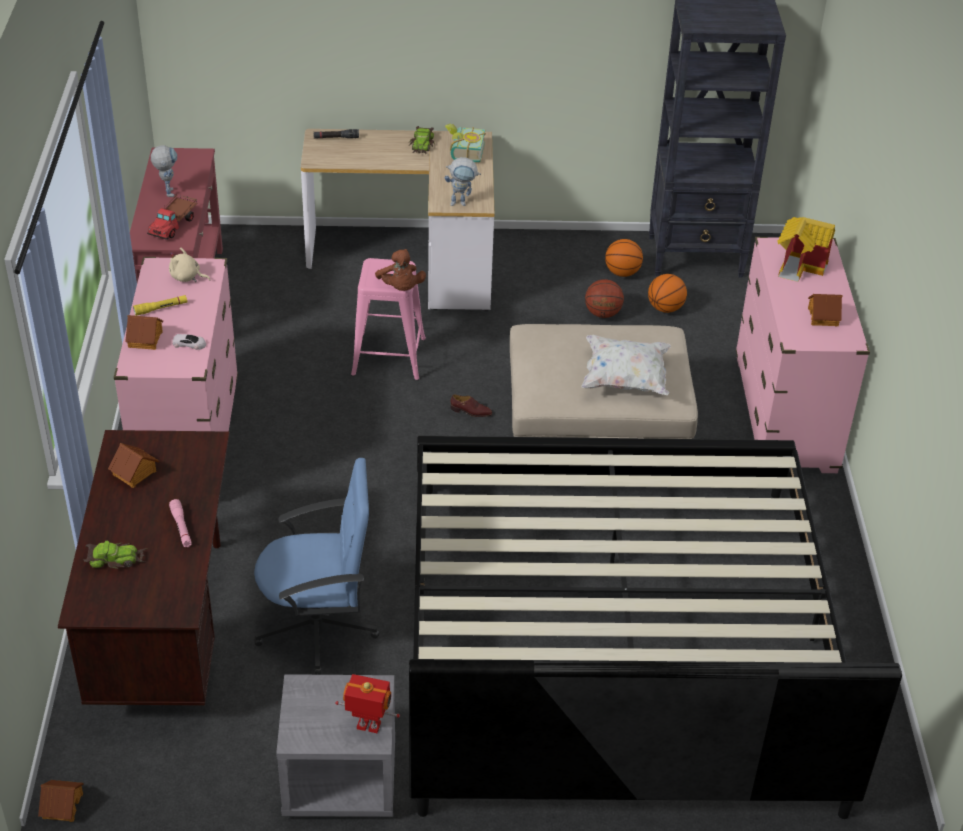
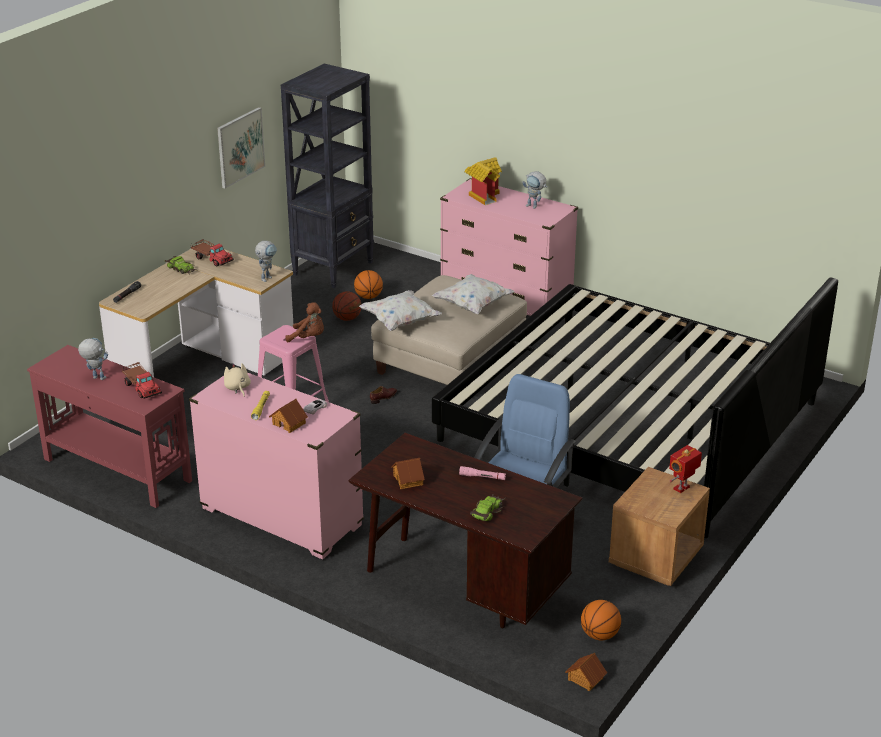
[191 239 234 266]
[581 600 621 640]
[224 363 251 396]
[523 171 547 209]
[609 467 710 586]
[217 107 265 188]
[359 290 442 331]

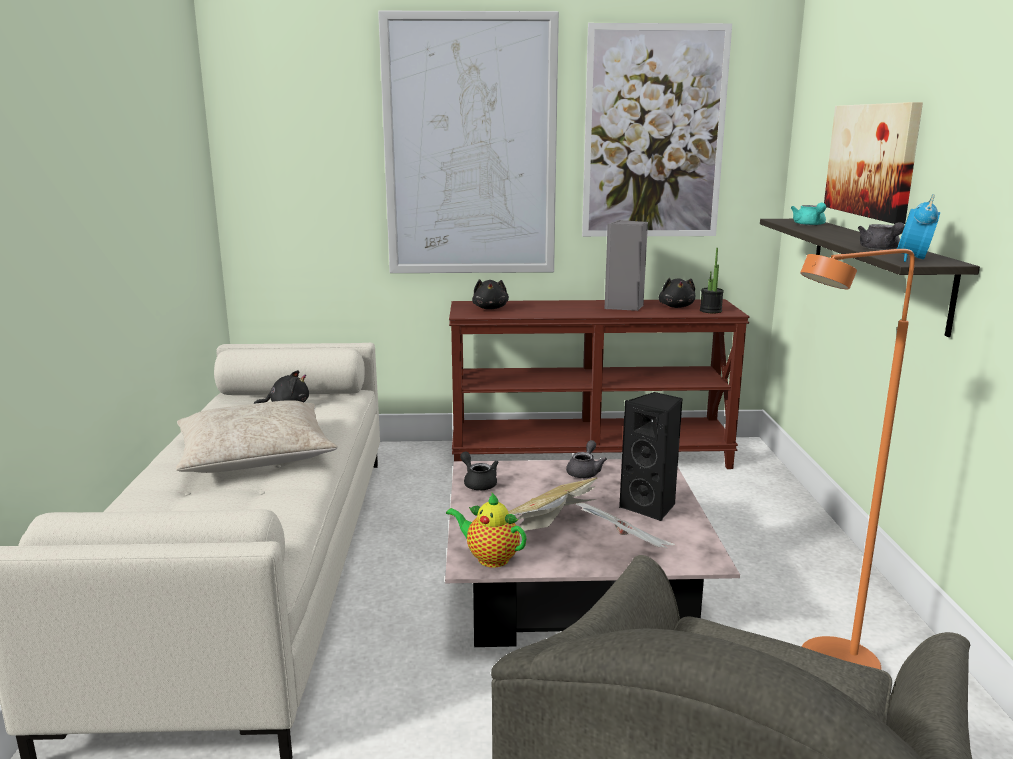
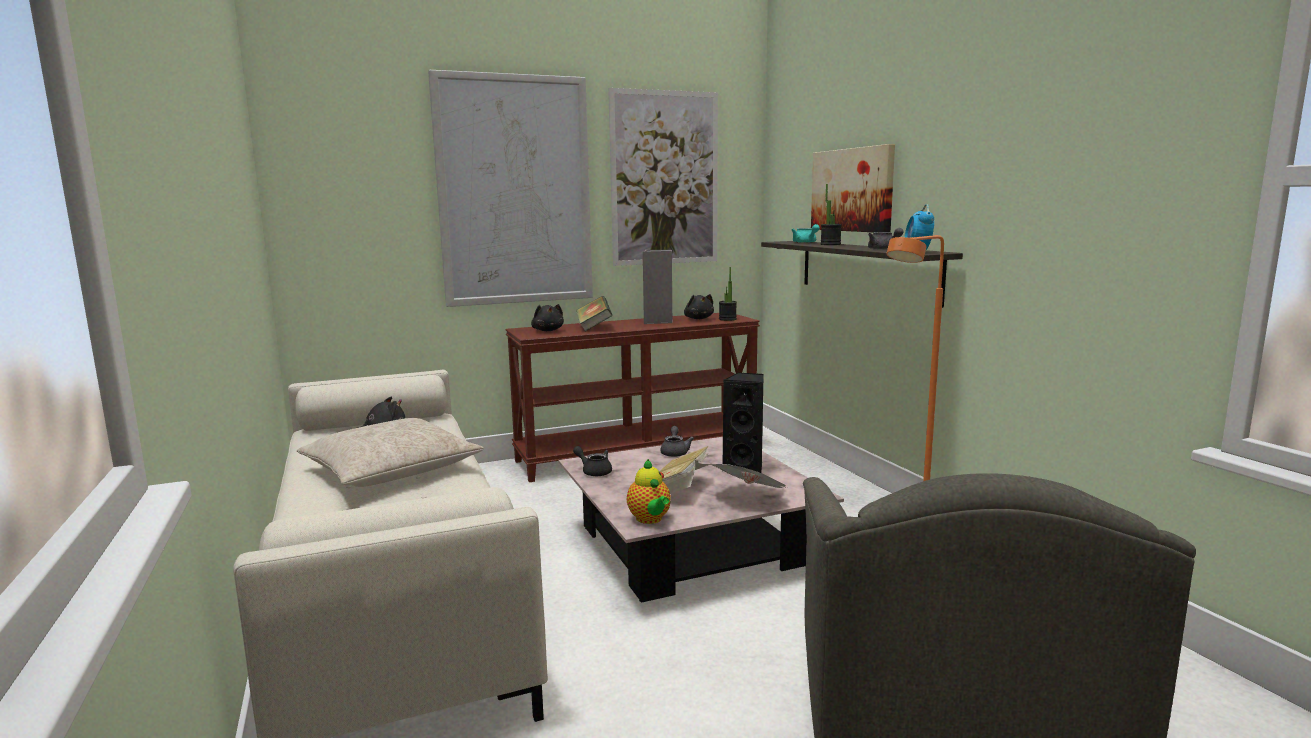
[627 459 671 524]
[820 184 842 245]
[576 296 612 331]

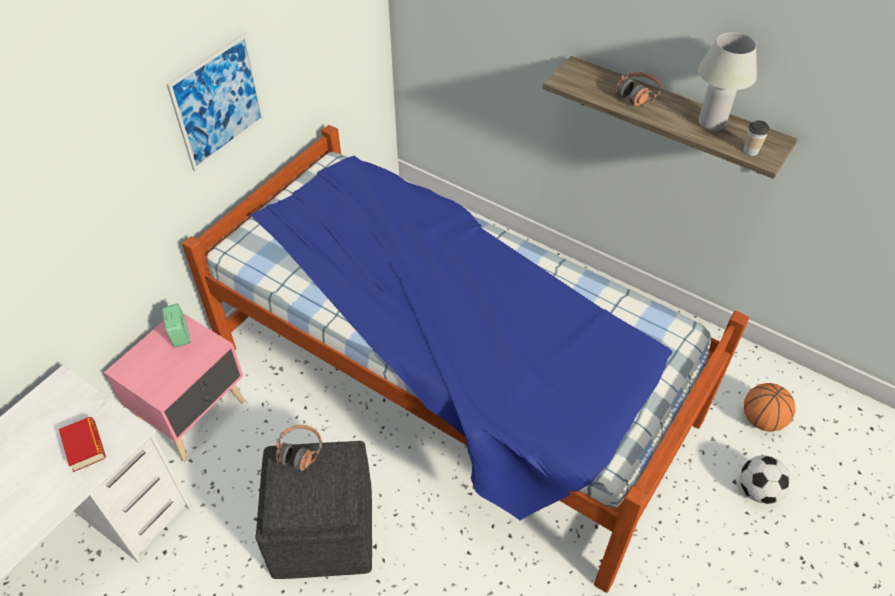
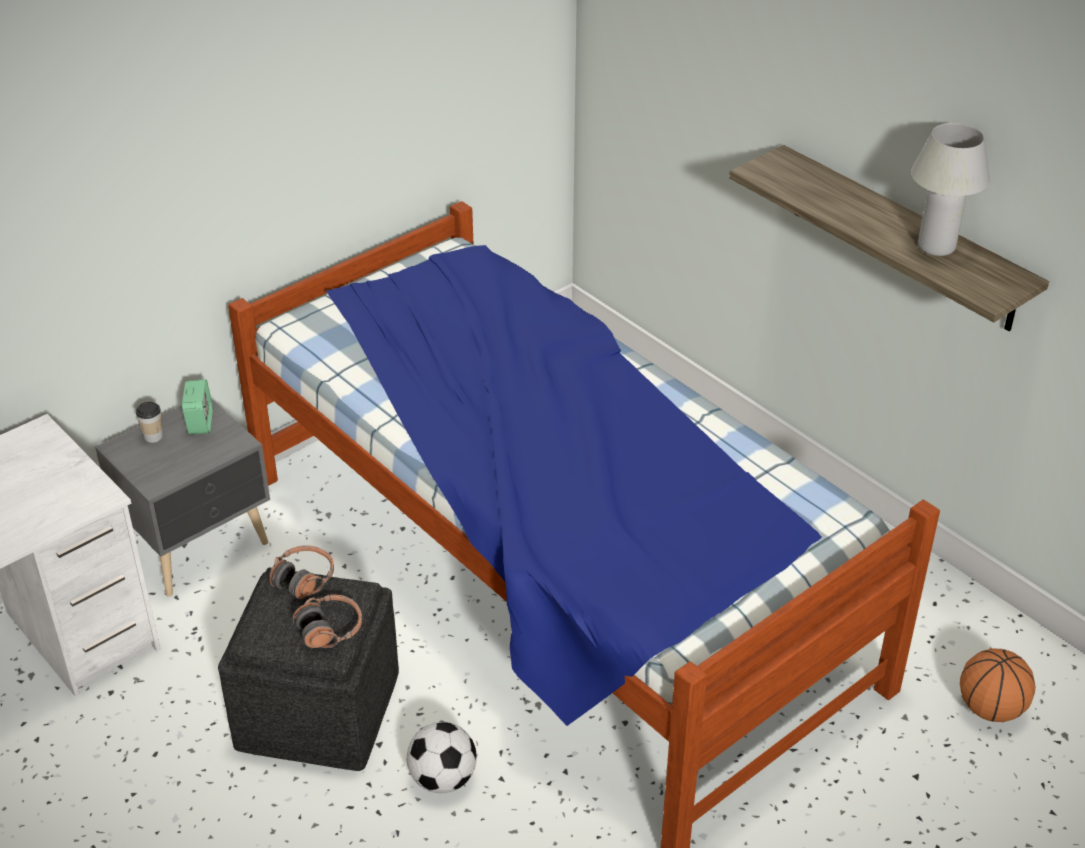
[166 33 264 171] (first image)
[293 595 362 648]
[136 401 163 443]
[95 399 270 597]
[59 417 106 472] (first image)
[407 722 477 793]

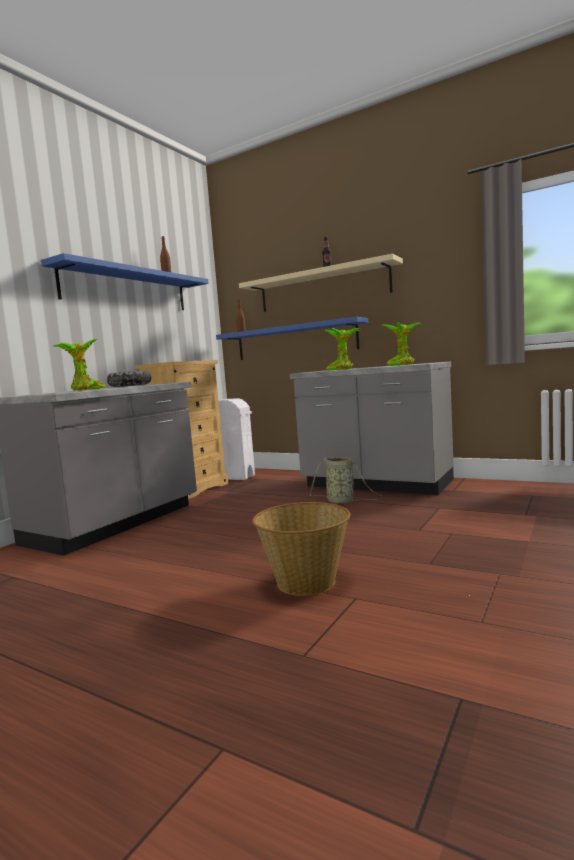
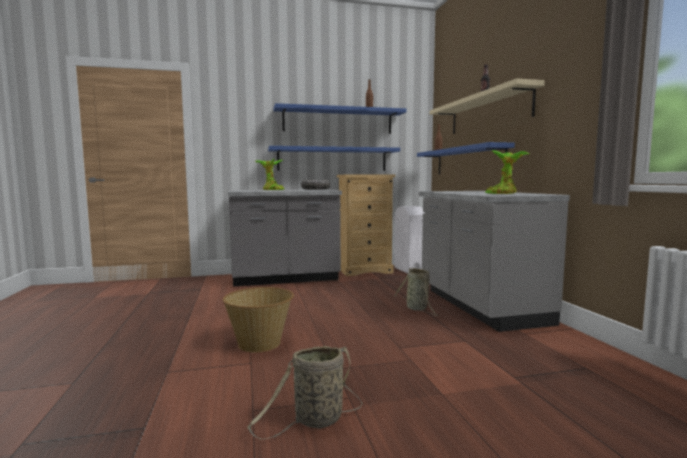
[324 328 360 370] (first image)
[268 146 400 171]
[247 346 363 439]

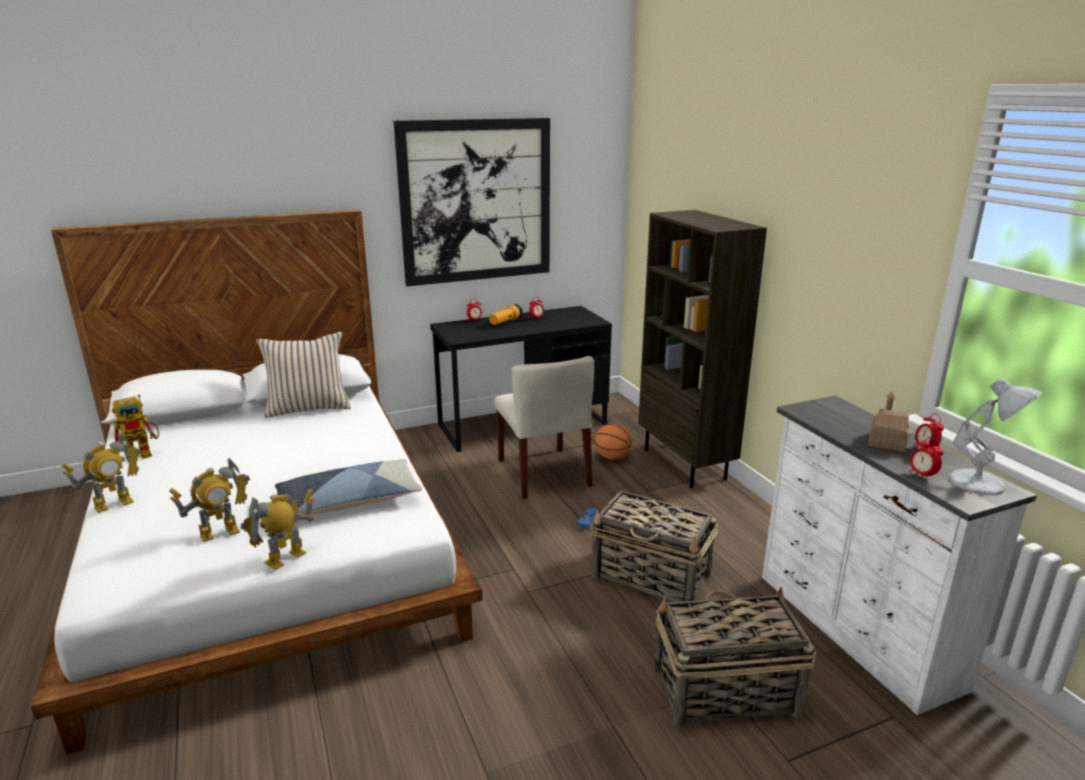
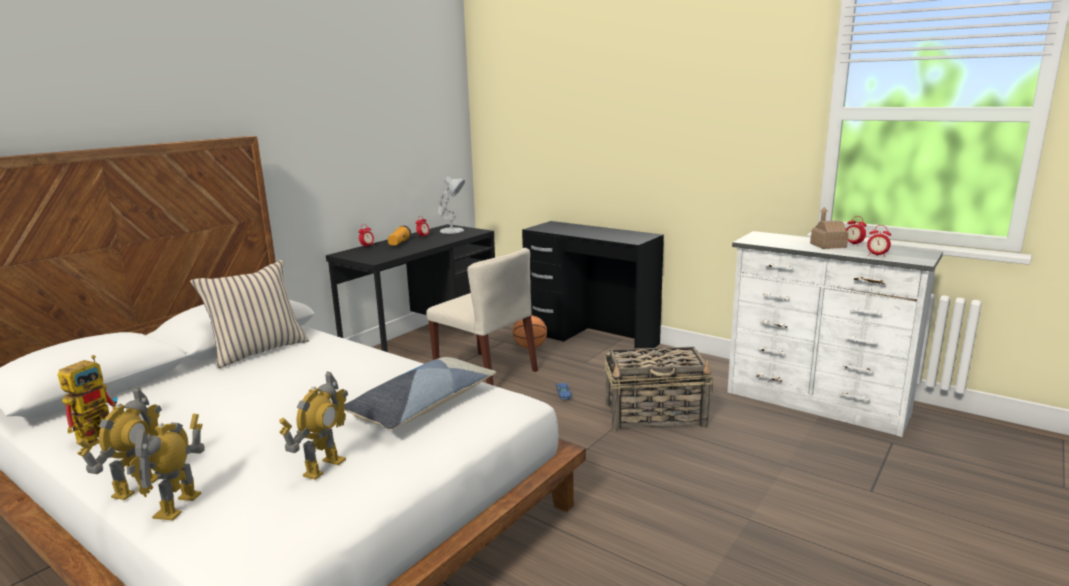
[394 118 550 286] (first image)
[522 221 664 348]
[437 177 465 234]
[127 414 205 520]
[653 587 816 728] (first image)

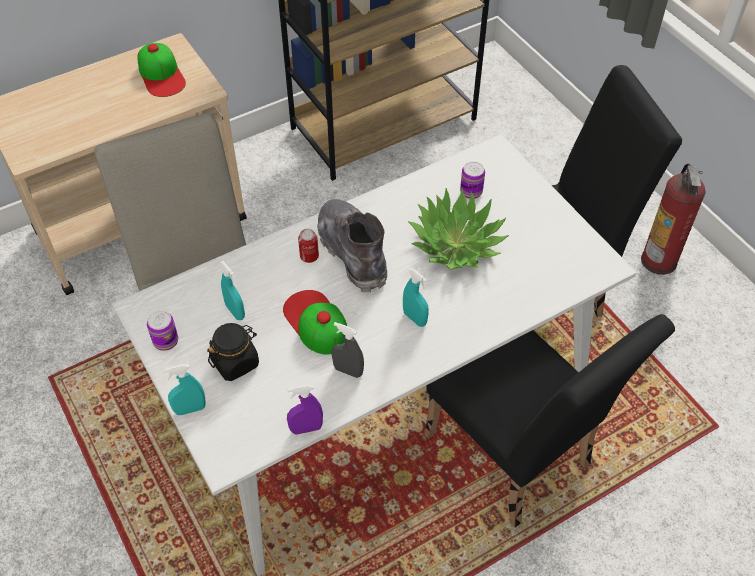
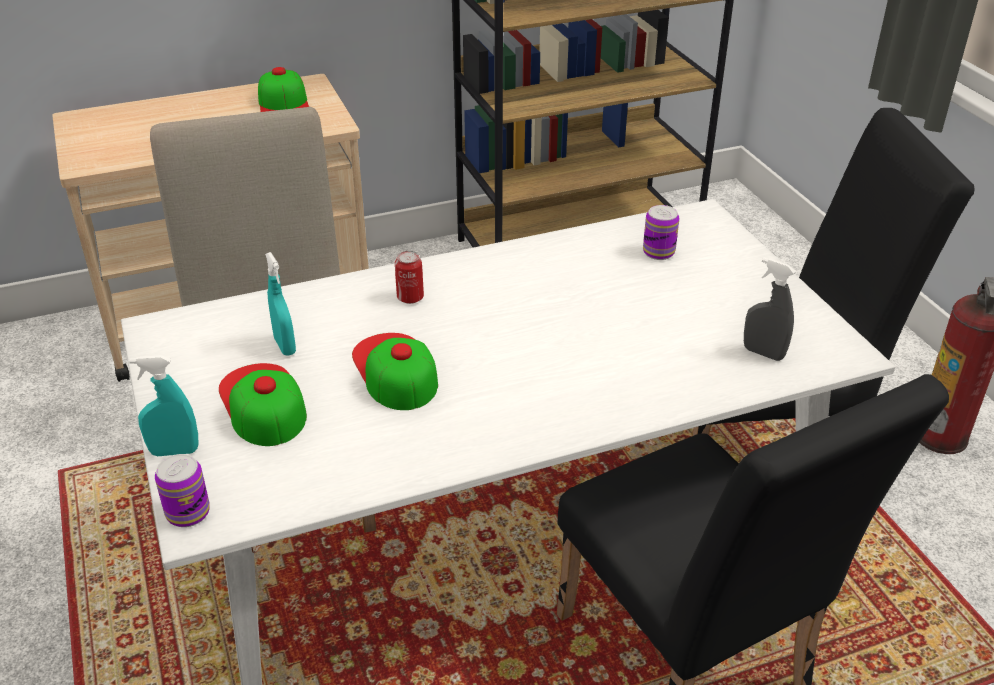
[408 187 509 270] (first image)
[317 199 387 292] (first image)
[403 268 429 327] (first image)
[155 454 210 527]
[744 257 796 361]
[219 363 307 446]
[287 385 323 434] (first image)

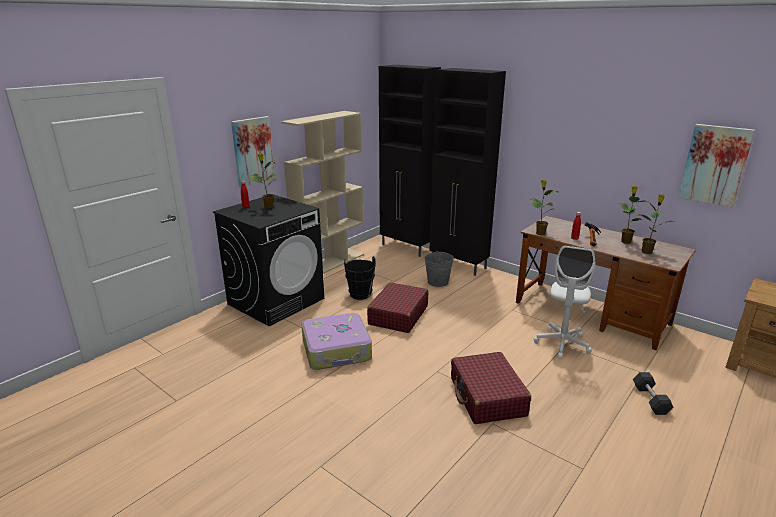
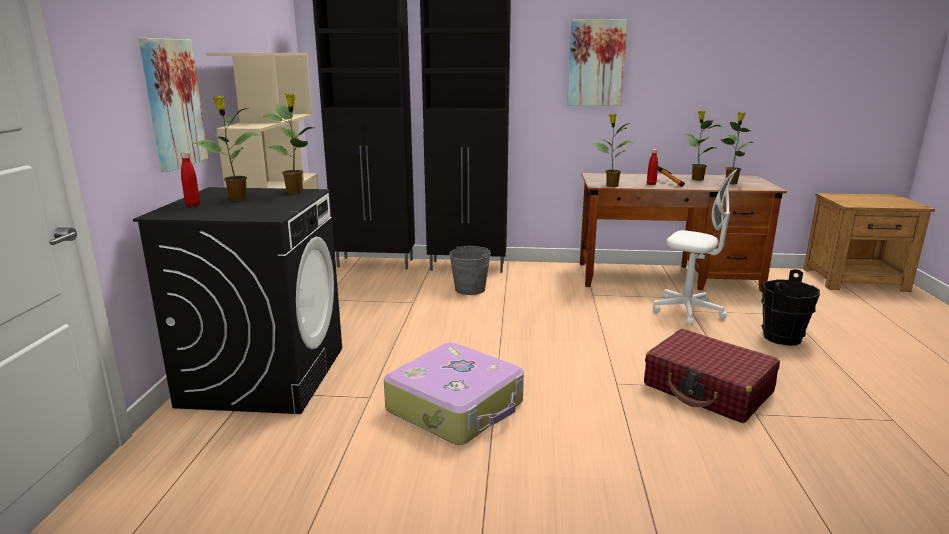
[567 19 628 106]
[653 169 737 326]
[761 269 820 346]
[367 282 428 333] (first image)
[633 372 674 415] (first image)
[260 93 314 194]

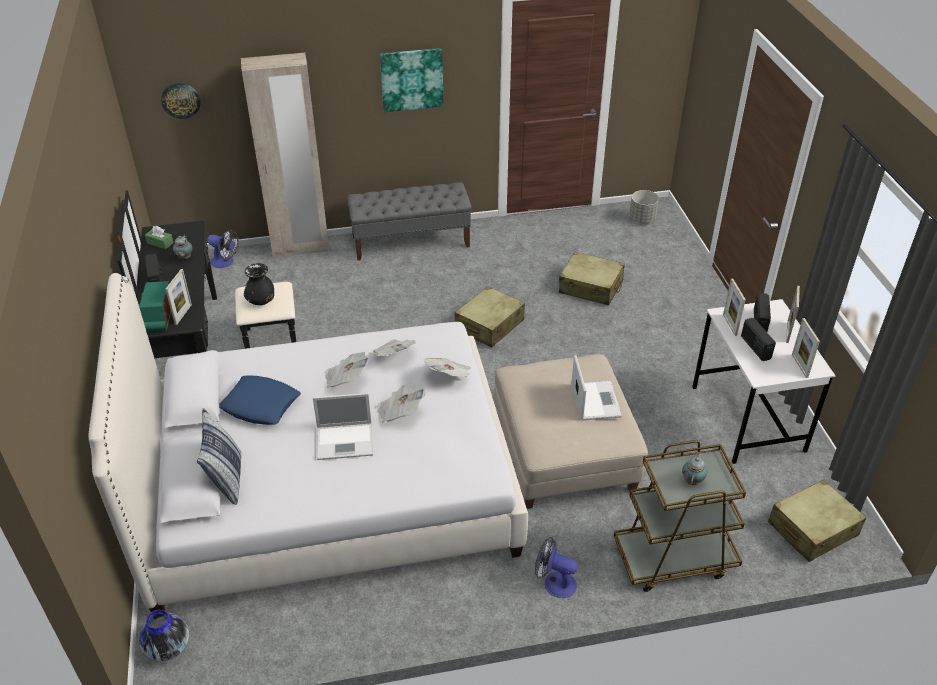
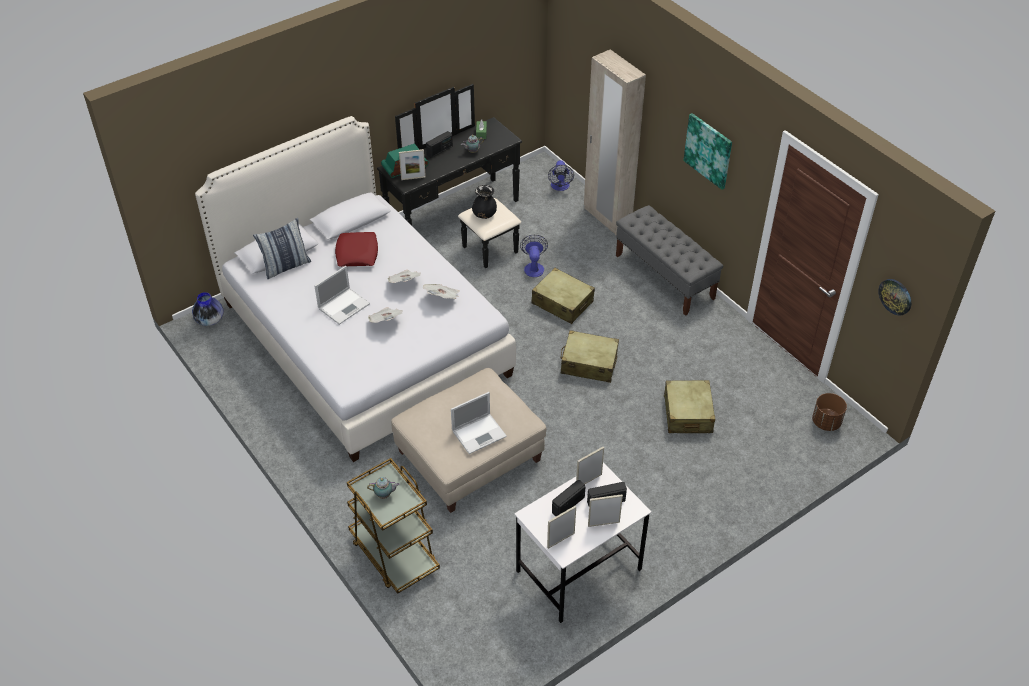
[878 279 911 316]
[812 393 847 431]
[424 358 471 377] (first image)
[335 232 378 267]
[315 266 370 325]
[531 268 595 324]
[520 235 548 277]

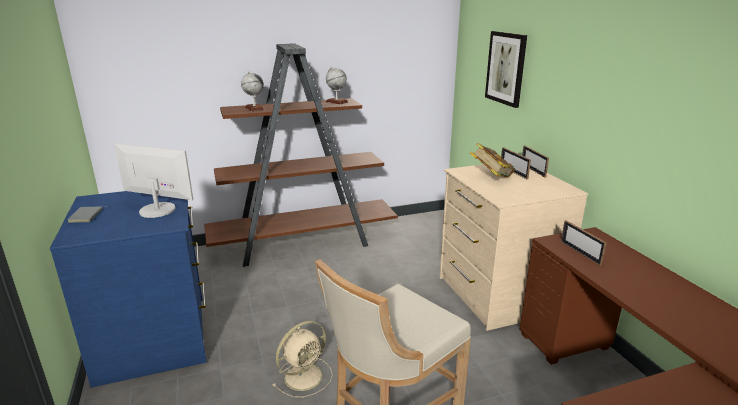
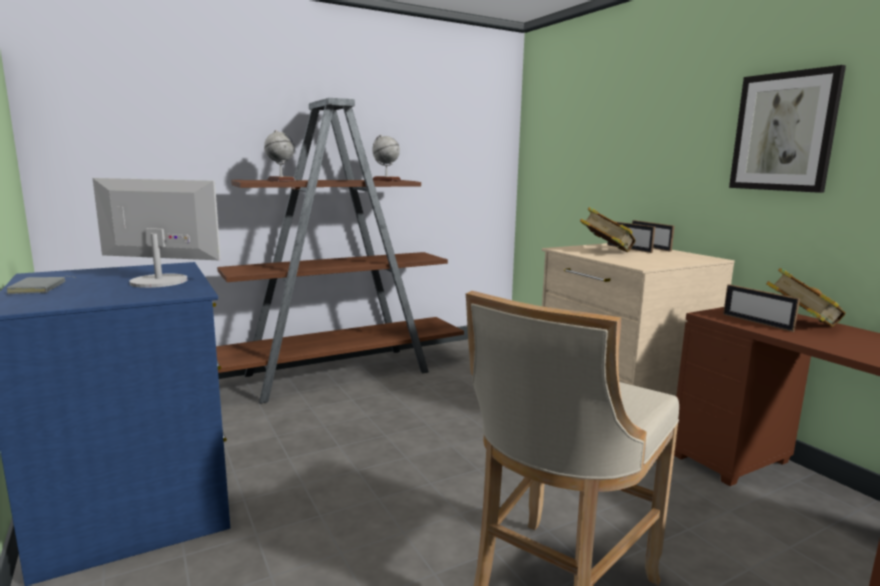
[729 65 846 193]
[272 321 333 397] (first image)
[766 268 846 327]

